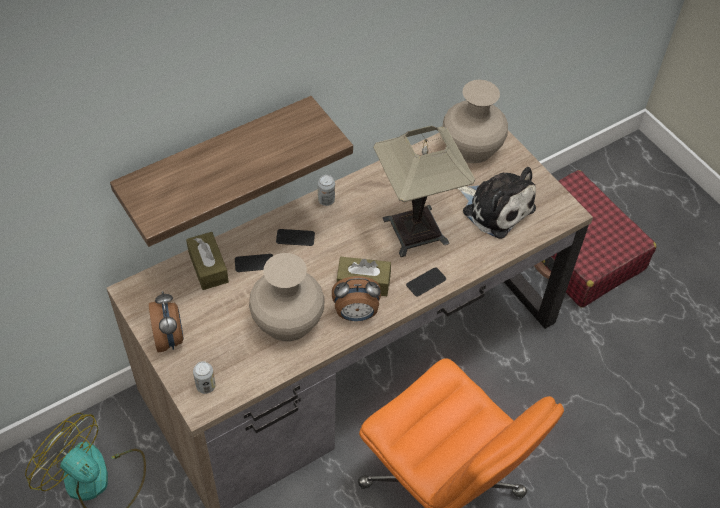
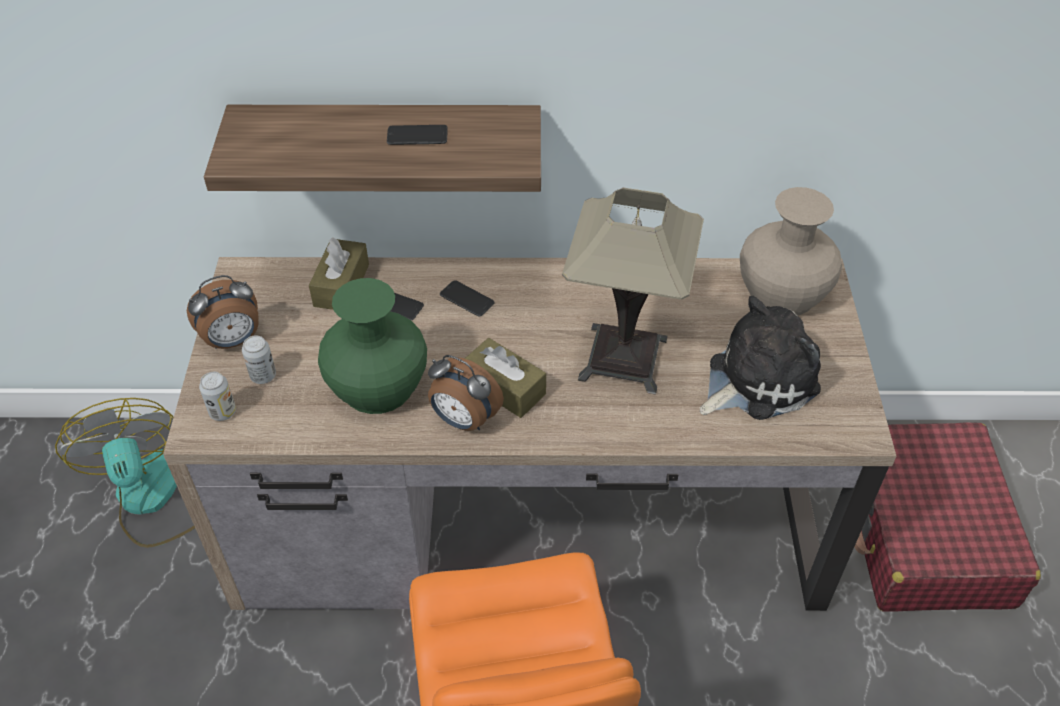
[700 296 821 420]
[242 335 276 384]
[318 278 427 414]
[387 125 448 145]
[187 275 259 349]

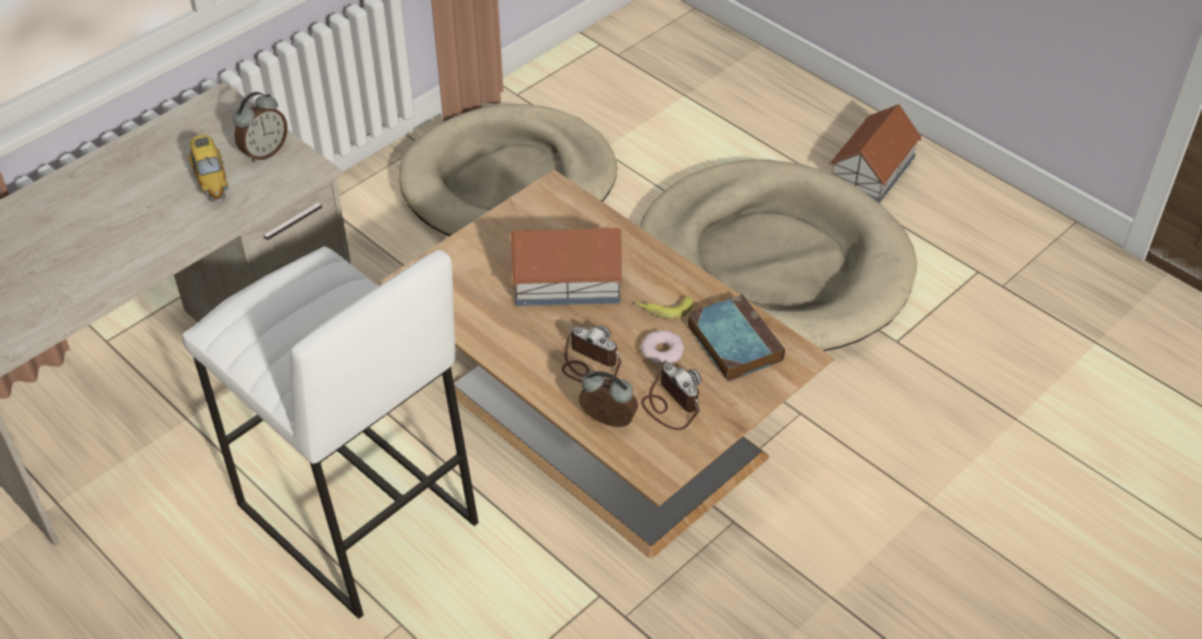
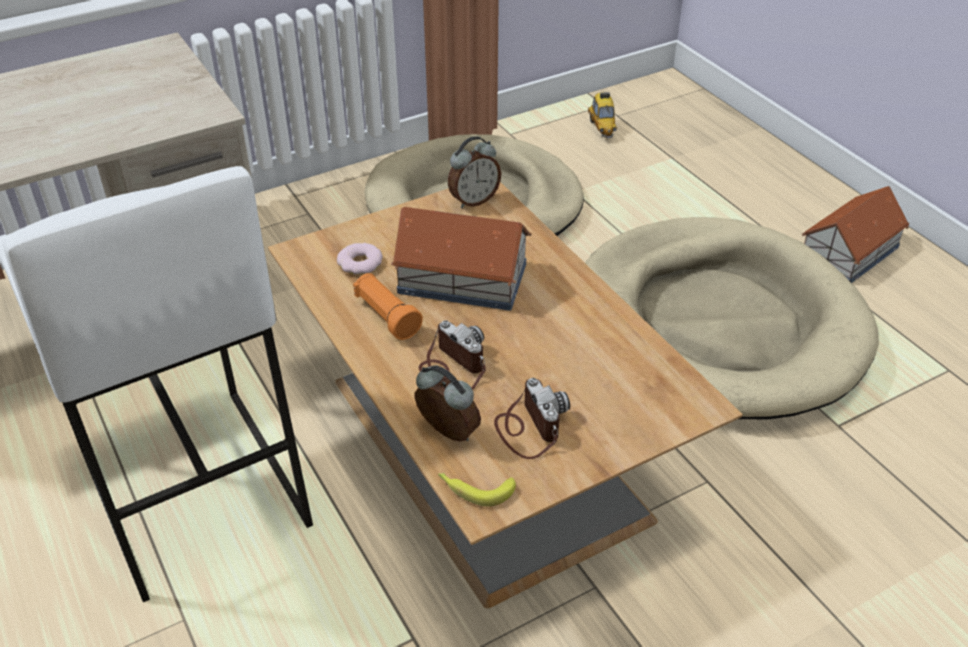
[448 136 501 208]
[588 92 617 139]
[688 294 785 382] (first image)
[438 473 516 507]
[337 243 383 275]
[353 273 423 340]

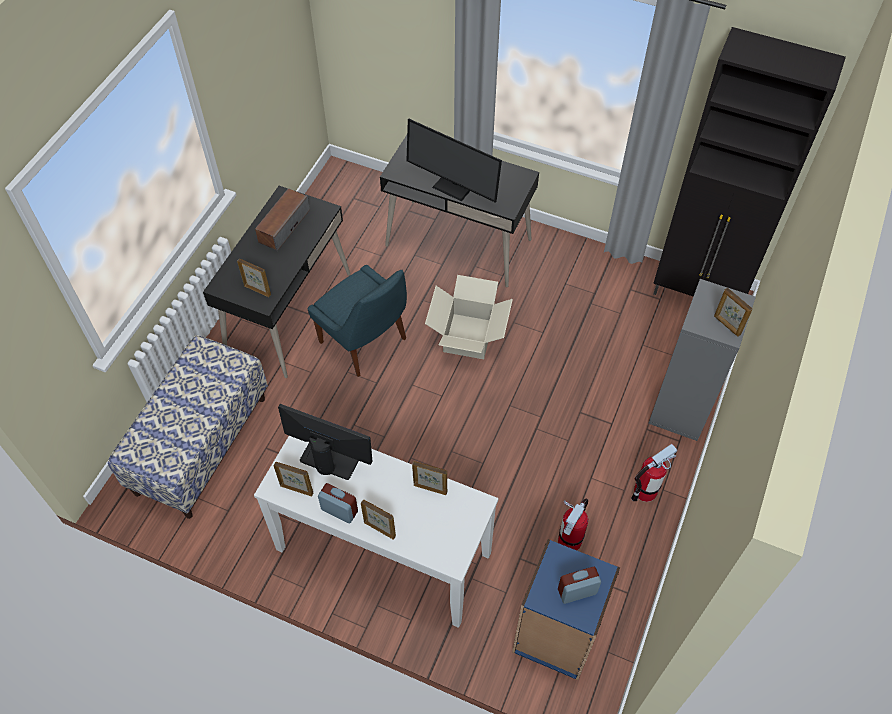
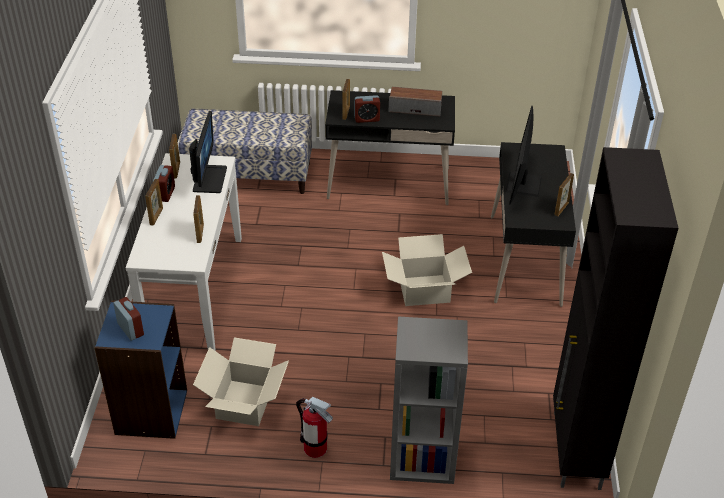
[307 265 407 377] (first image)
[555 173 574 216]
[193 337 289 426]
[355 95 380 123]

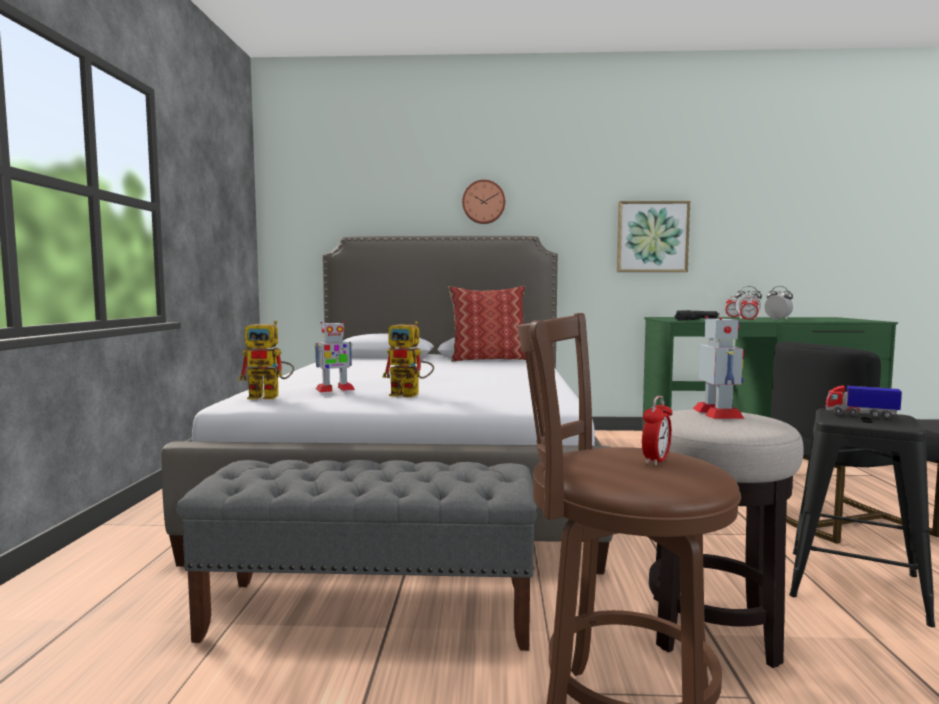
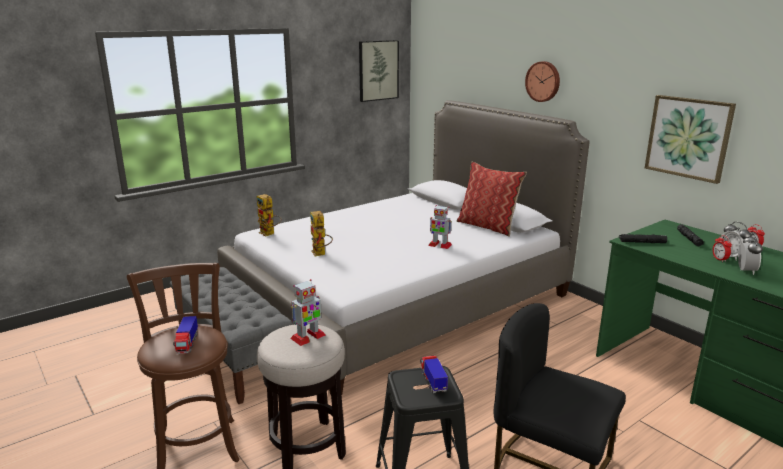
[428 205 452 249]
[173 316 198 354]
[359 40 399 102]

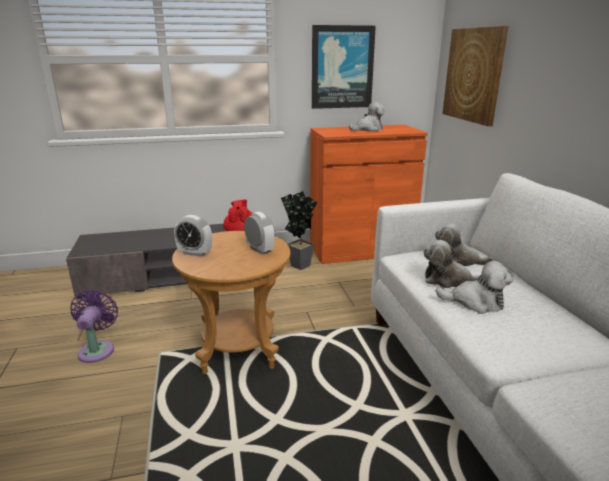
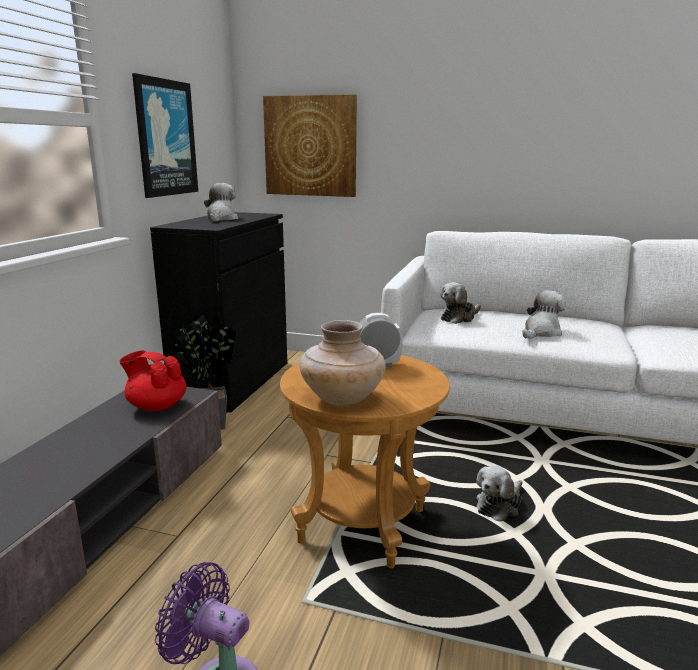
[150 212 287 413]
[299 320 386 405]
[476 466 523 521]

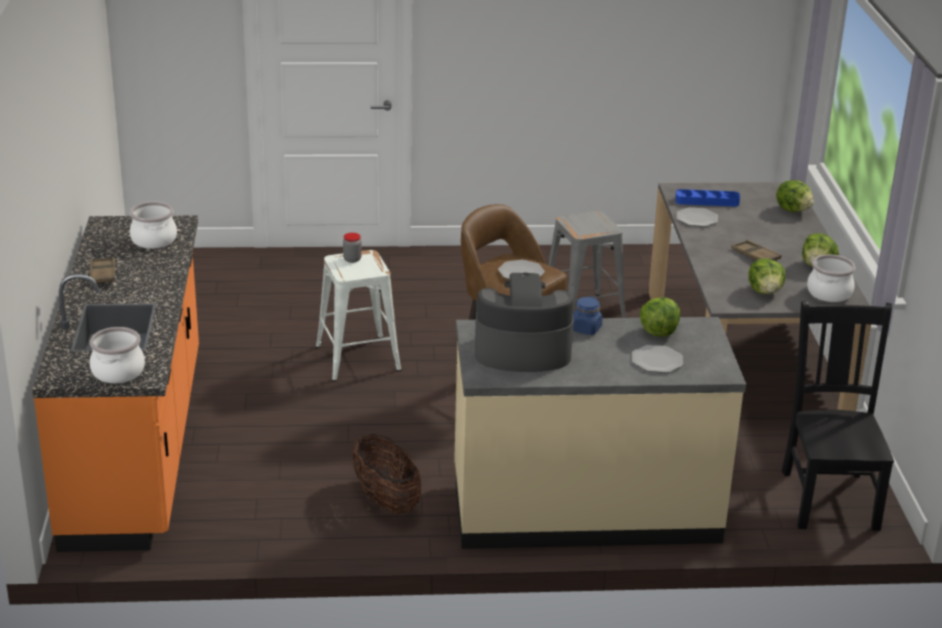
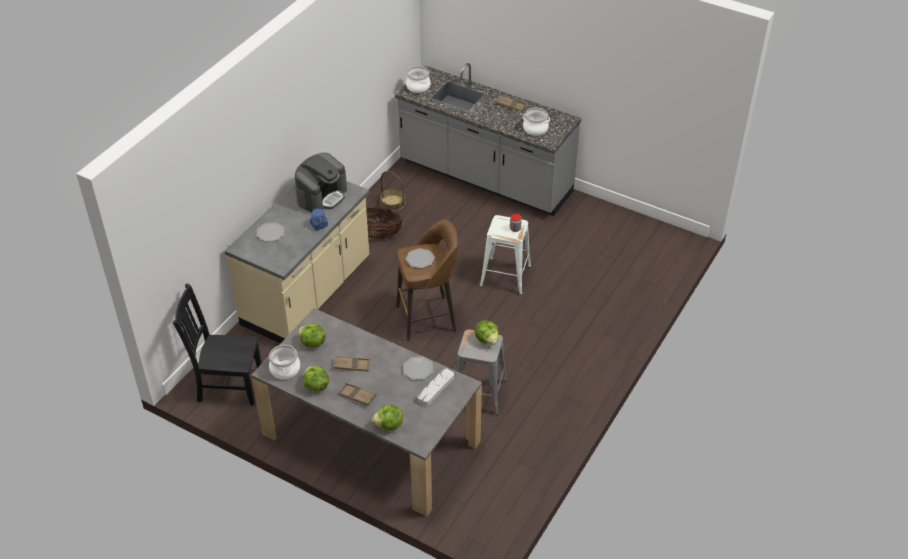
[418 368 454 406]
[395 63 581 216]
[475 320 499 345]
[173 283 262 405]
[380 171 406 212]
[338 382 376 405]

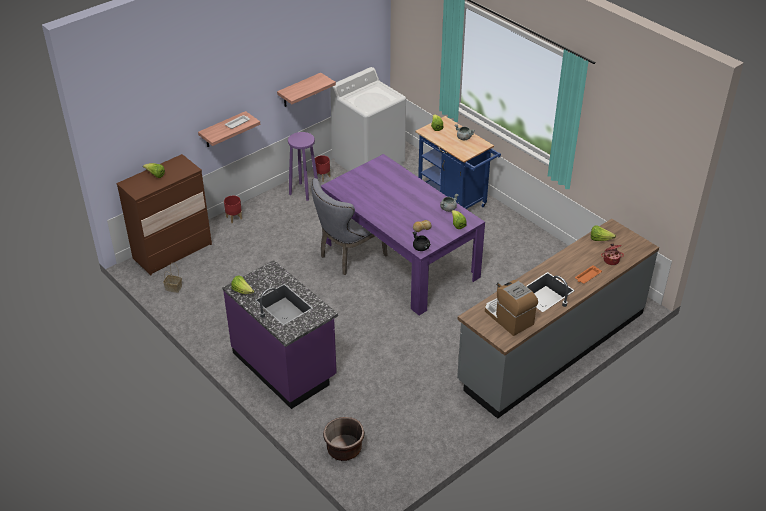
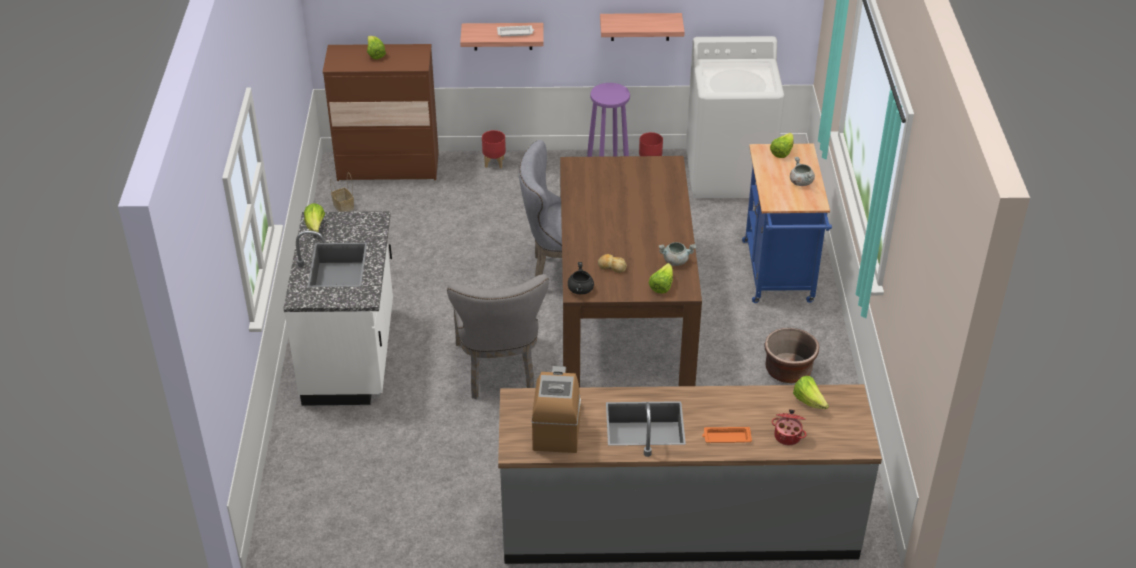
[560 156 702 387]
[283 211 393 406]
[764 328 819 383]
[447 274 549 399]

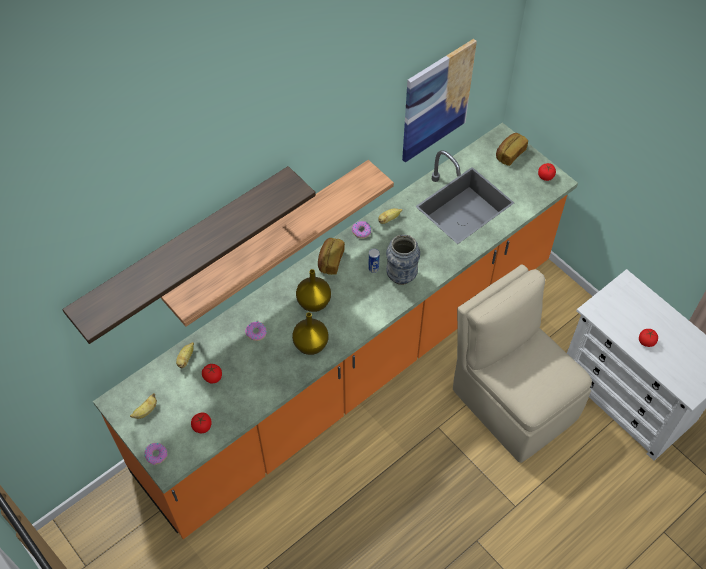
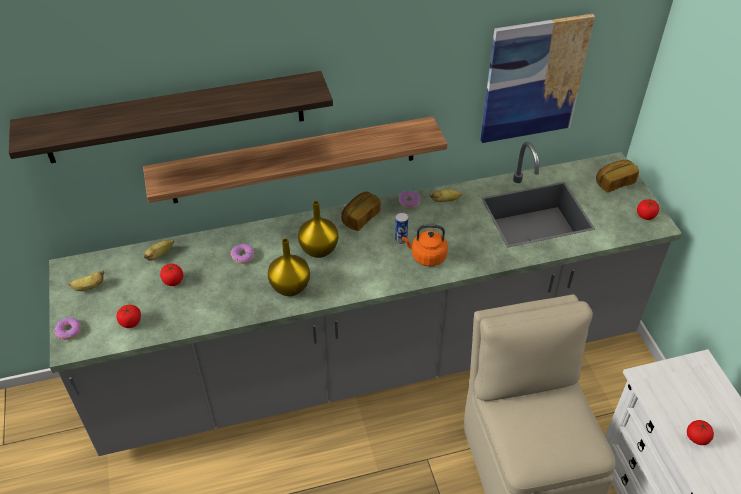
[49 142 682 456]
[402 224 448 266]

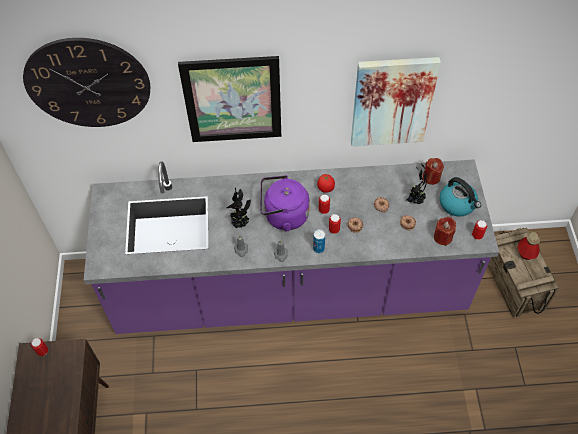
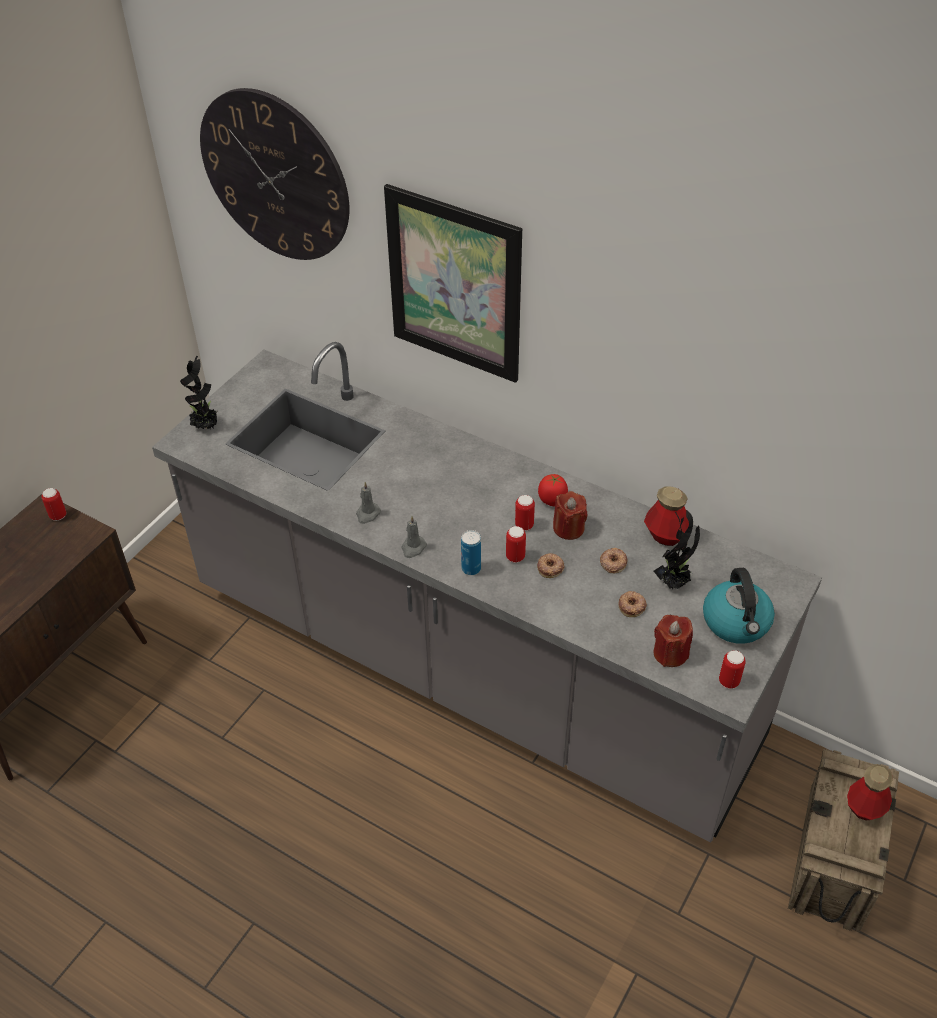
[351 57 441 146] (first image)
[553 491 588 540]
[152 342 822 843]
[260 175 310 231] (first image)
[180 356 218 429]
[644 487 689 546]

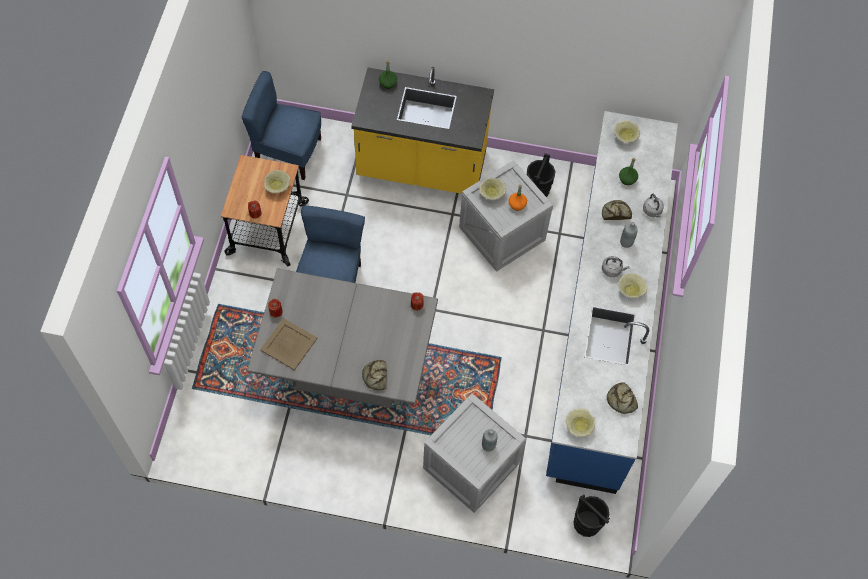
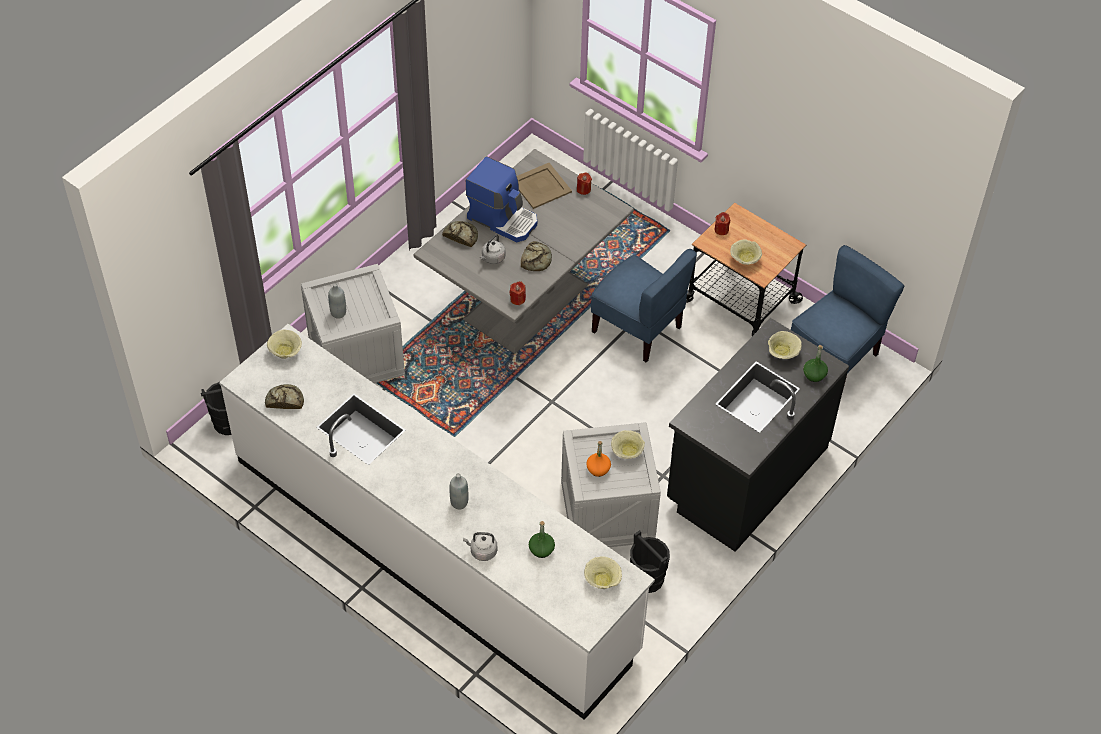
[667 318 849 552]
[219 324 655 720]
[521 241 552 271]
[480 234 506 264]
[768 331 802 359]
[466 156 537 242]

